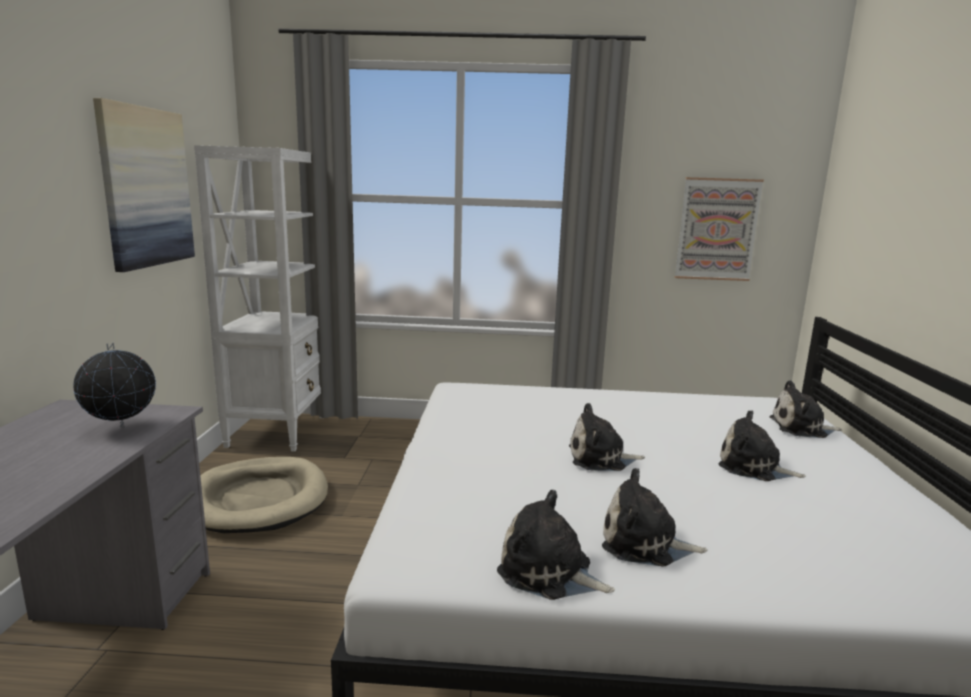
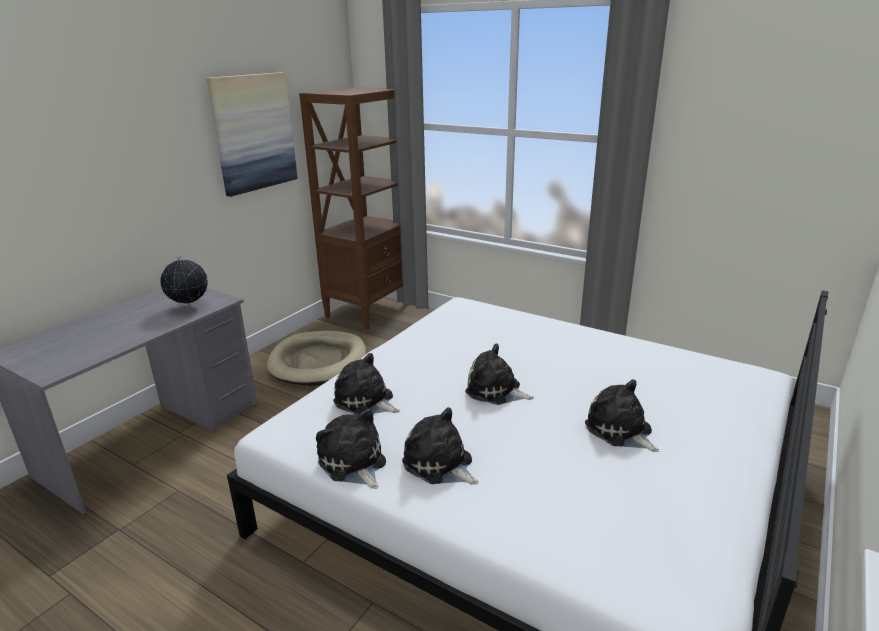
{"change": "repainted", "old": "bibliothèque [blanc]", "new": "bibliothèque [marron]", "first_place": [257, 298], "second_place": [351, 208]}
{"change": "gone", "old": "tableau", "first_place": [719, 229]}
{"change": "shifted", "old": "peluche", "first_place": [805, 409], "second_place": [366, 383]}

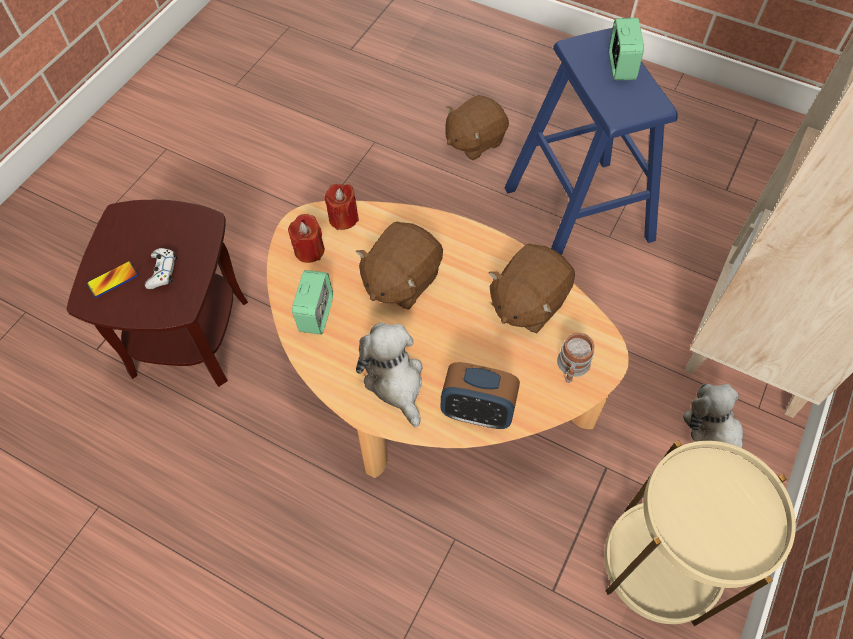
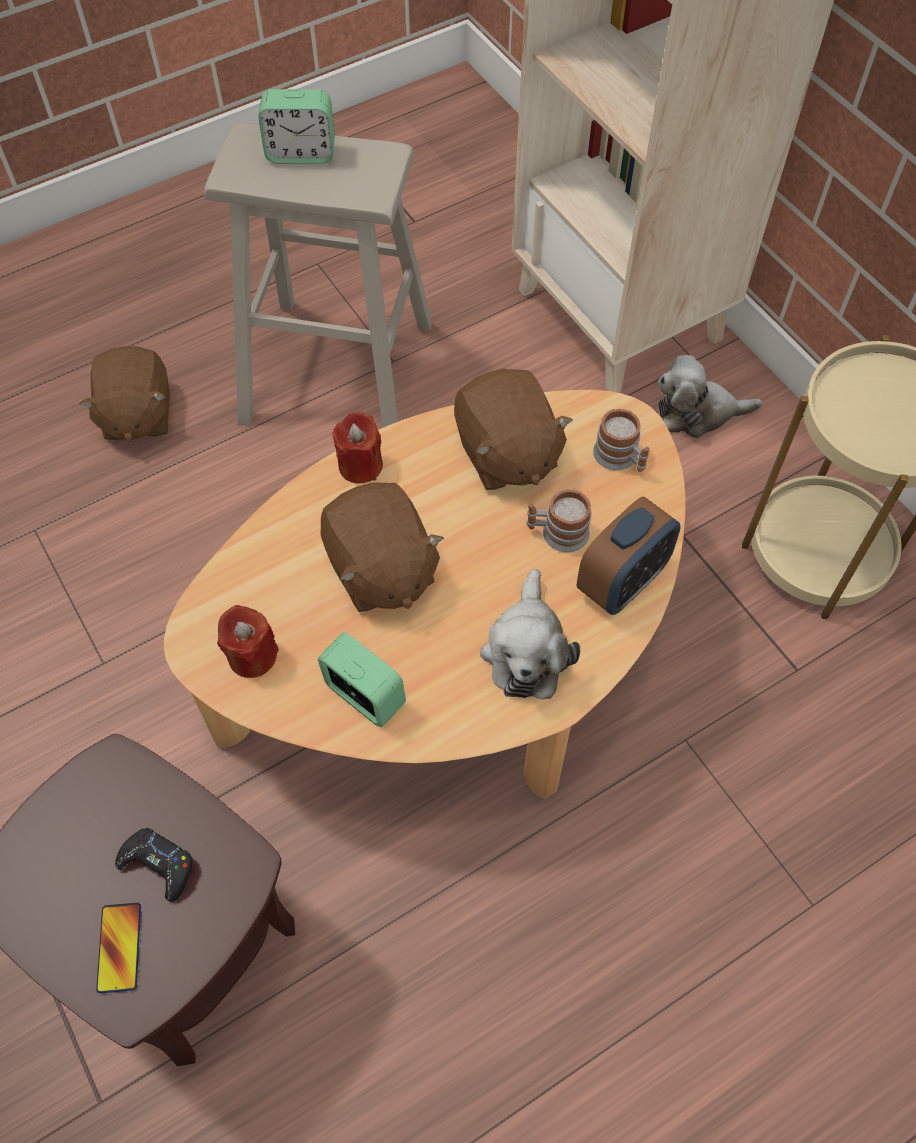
{"change": "repainted", "old": "manette [blanc]", "new": "manette [noir]", "first_place": [161, 268], "second_place": [154, 865]}
{"change": "shifted", "old": "bougie [rouge]", "first_place": [341, 207], "second_place": [357, 448]}
{"change": "rotated", "old": "peluche", "first_place": [389, 375], "second_place": [530, 634], "degrees": -90}
{"change": "repainted", "old": "tabouret [bleu]", "new": "tabouret [beige]", "first_place": [591, 141], "second_place": [318, 275]}
{"change": "rotated", "old": "réveil", "first_place": [626, 49], "second_place": [296, 126], "degrees": 150}
{"change": "new", "new": "mug", "second_place": [559, 521]}

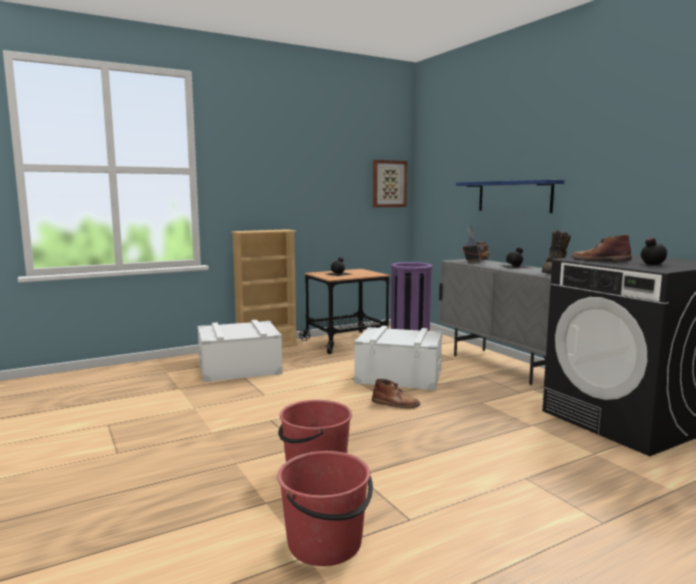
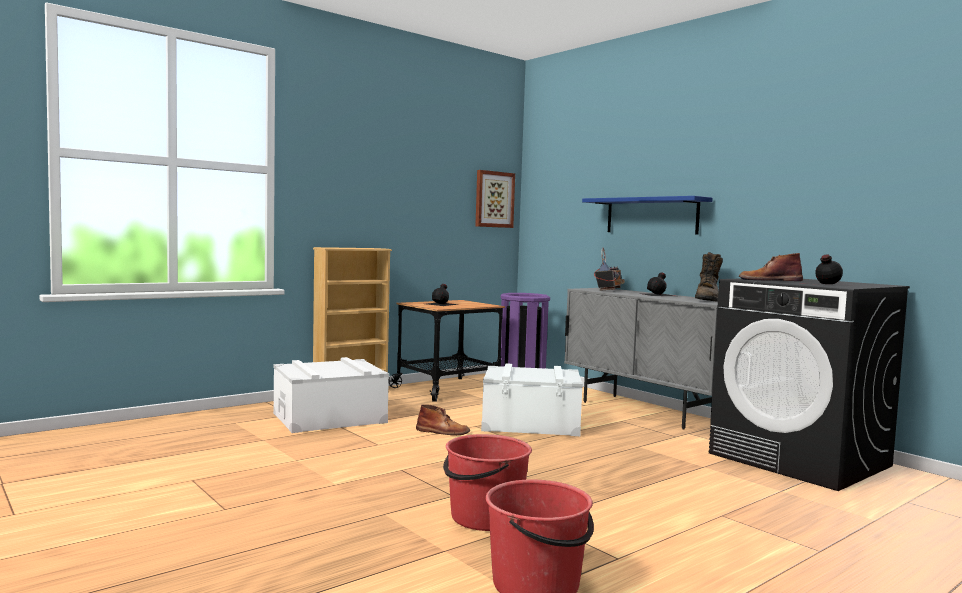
{"change": "shifted", "old": "botte [marron]", "first_place": [396, 394], "second_place": [443, 419]}

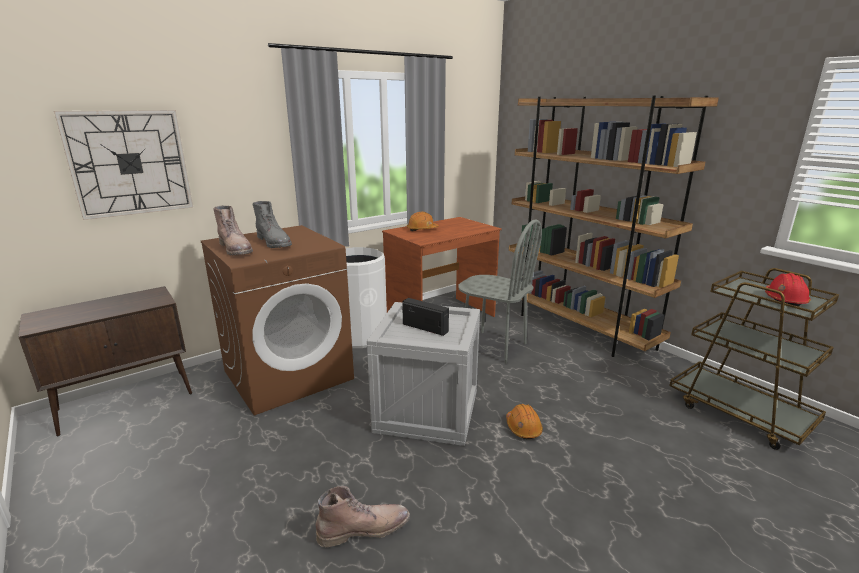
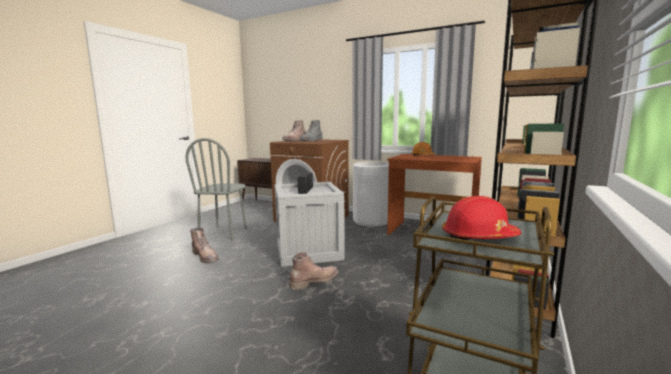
{"change": "gone", "old": "horloge murale", "first_place": [123, 165]}
{"change": "shifted", "old": "chaise [gris]", "first_place": [500, 291], "second_place": [216, 189]}
{"change": "swapped", "old": "casque de chantier [orange]", "new": "botte [marron]", "first_place": [524, 421], "second_place": [314, 271]}

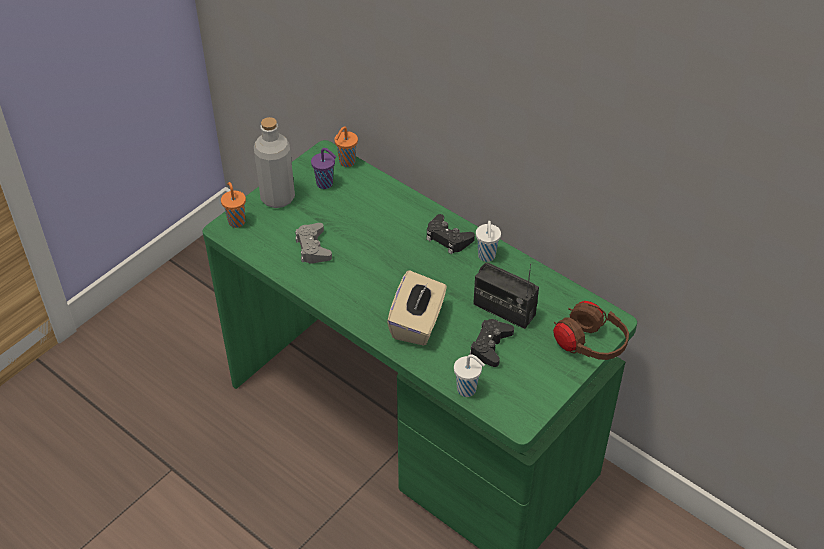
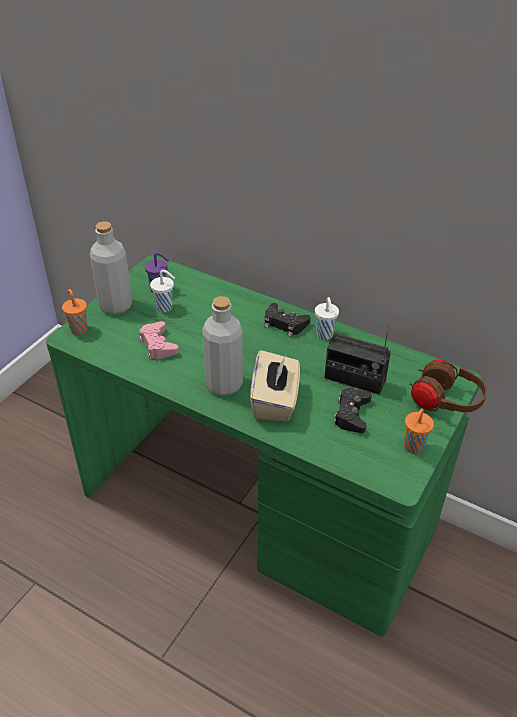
{"change": "repainted", "old": "manette [gris]", "new": "manette [rose]", "first_place": [313, 243], "second_place": [159, 340]}
{"change": "shifted", "old": "tasse [orange]", "first_place": [346, 146], "second_place": [419, 431]}
{"change": "shifted", "old": "tasse [blanc]", "first_place": [469, 375], "second_place": [162, 291]}
{"change": "new", "new": "bouteille [gris]", "second_place": [222, 345]}

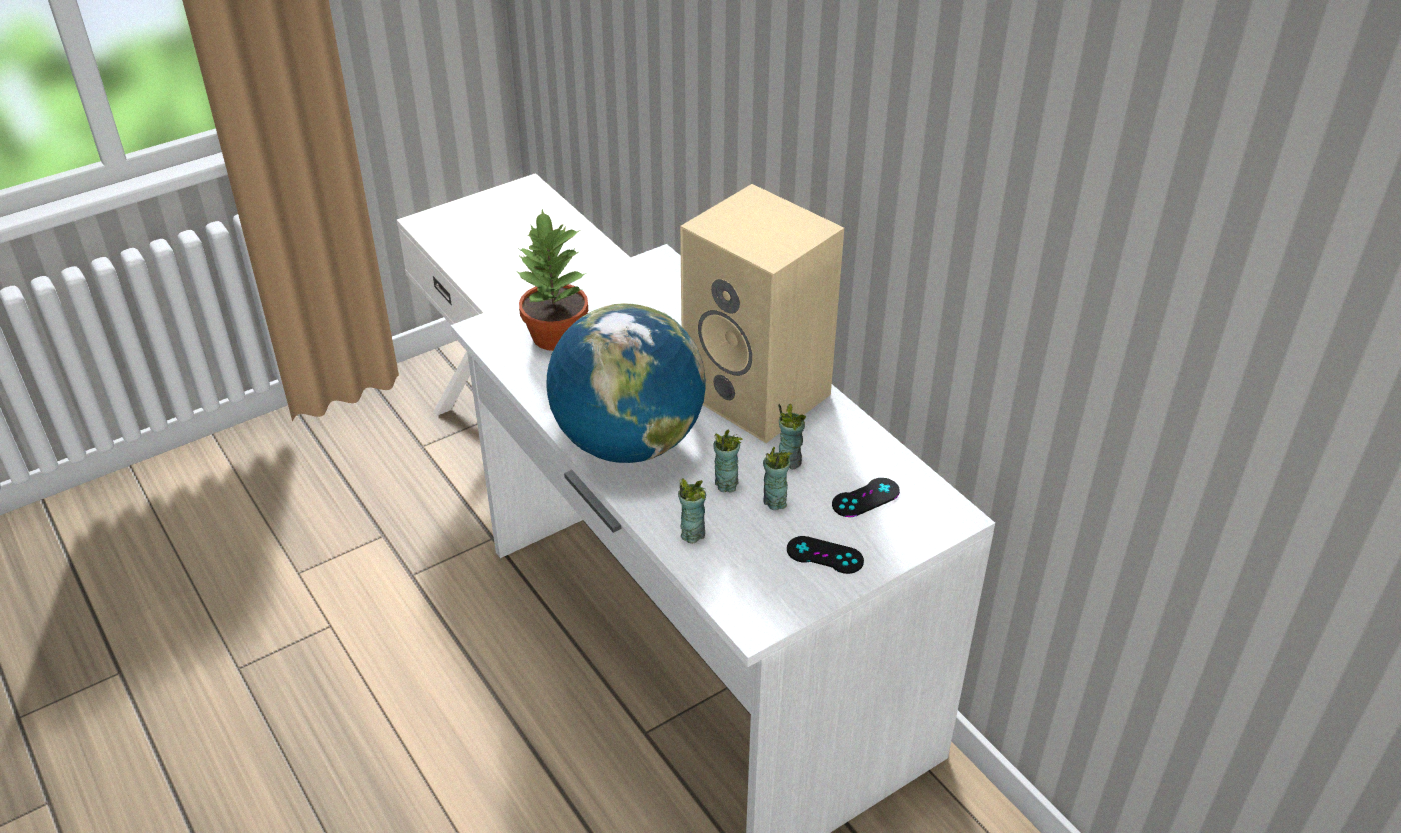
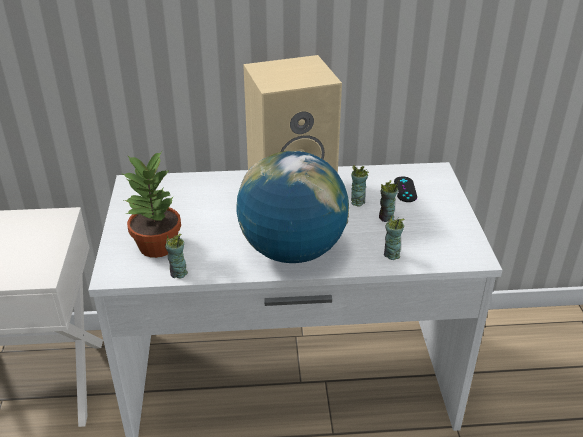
{"change": "shifted", "old": "tasse", "first_place": [727, 461], "second_place": [176, 256]}
{"change": "gone", "old": "manette [noir]", "first_place": [825, 555]}

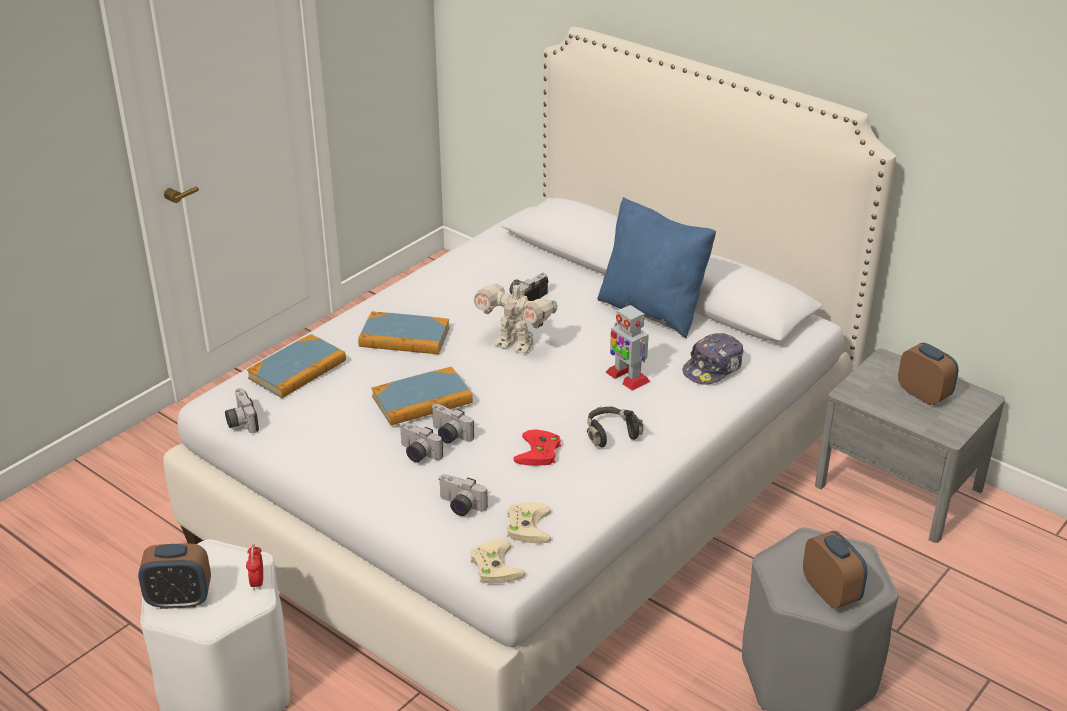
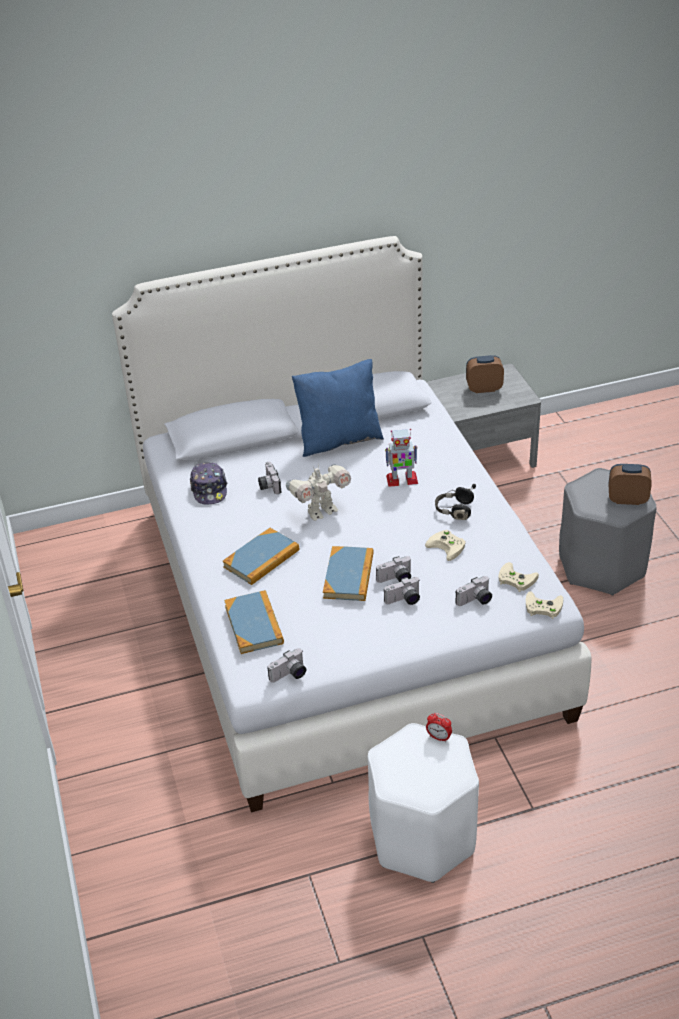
{"change": "gone", "old": "réveil", "first_place": [174, 576]}
{"change": "rotated", "old": "appareil photo", "first_place": [242, 410], "second_place": [286, 665], "degrees": -45}
{"change": "repainted", "old": "manette [rouge]", "new": "manette [beige]", "first_place": [537, 447], "second_place": [445, 545]}
{"change": "shifted", "old": "casquette", "first_place": [713, 359], "second_place": [208, 484]}

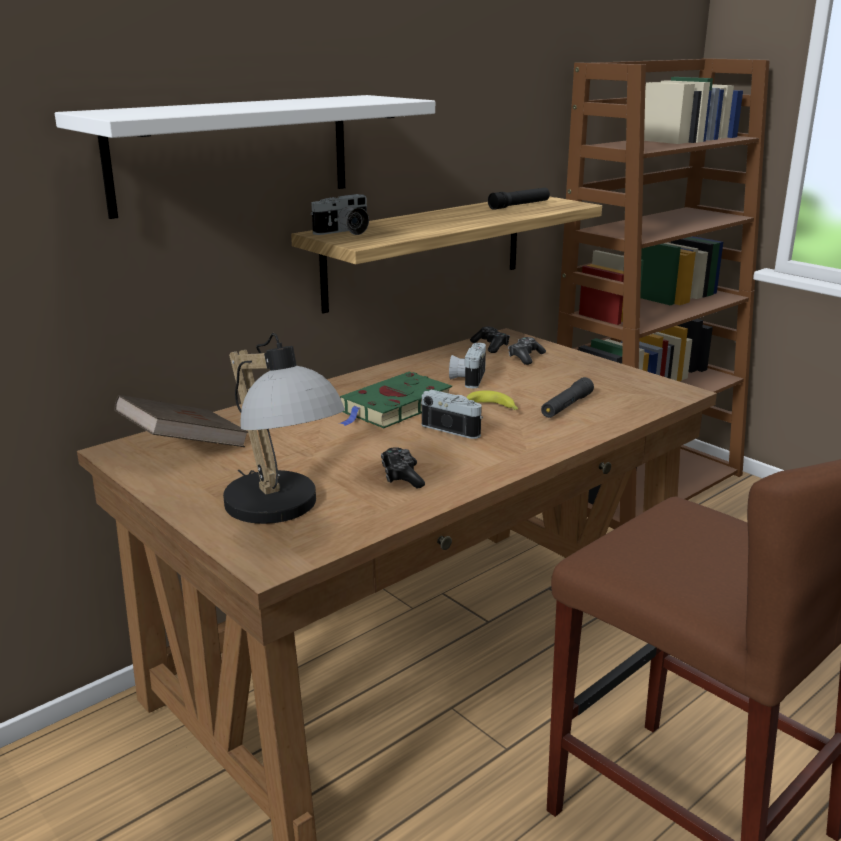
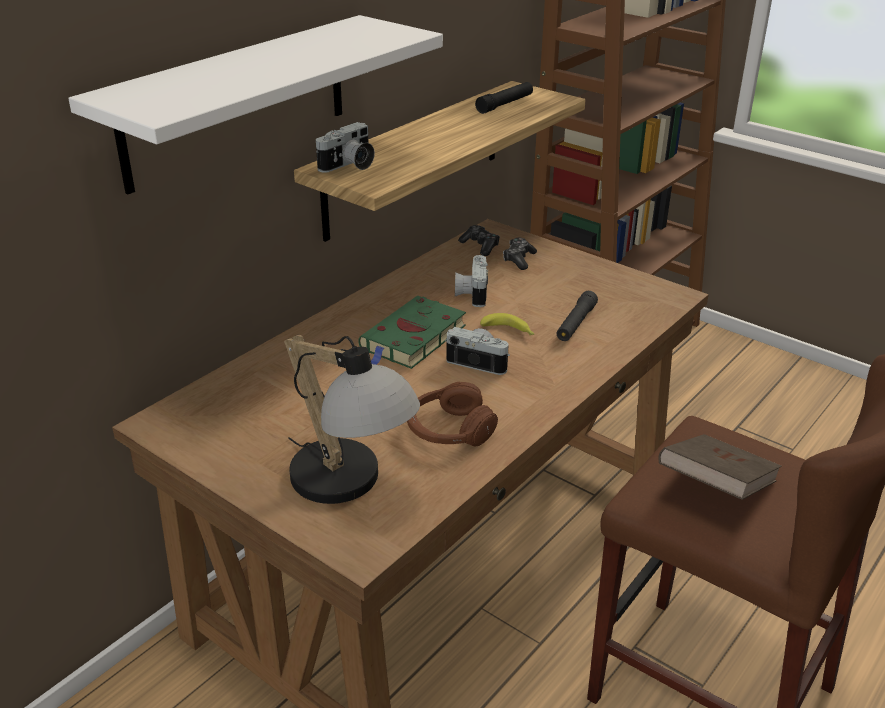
{"change": "shifted", "old": "livre [marron]", "first_place": [181, 421], "second_place": [720, 467]}
{"change": "swapped", "old": "manette", "new": "casque audio [marron]", "first_place": [403, 468], "second_place": [452, 414]}

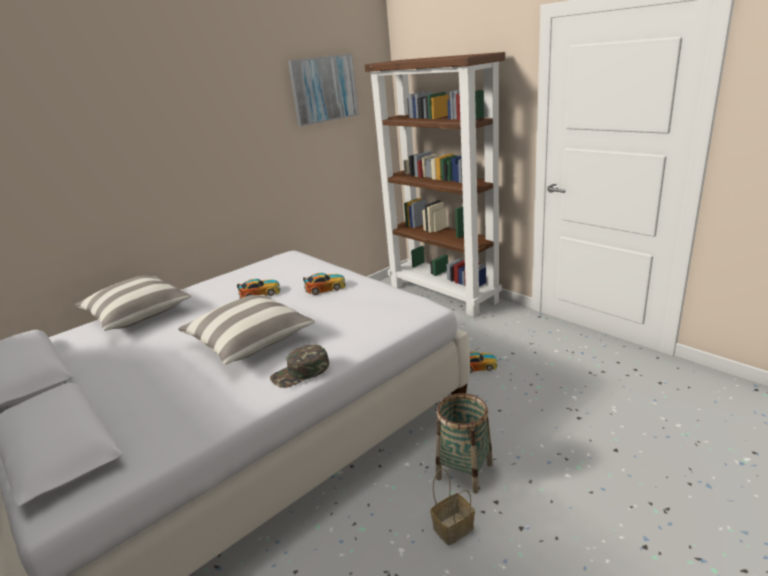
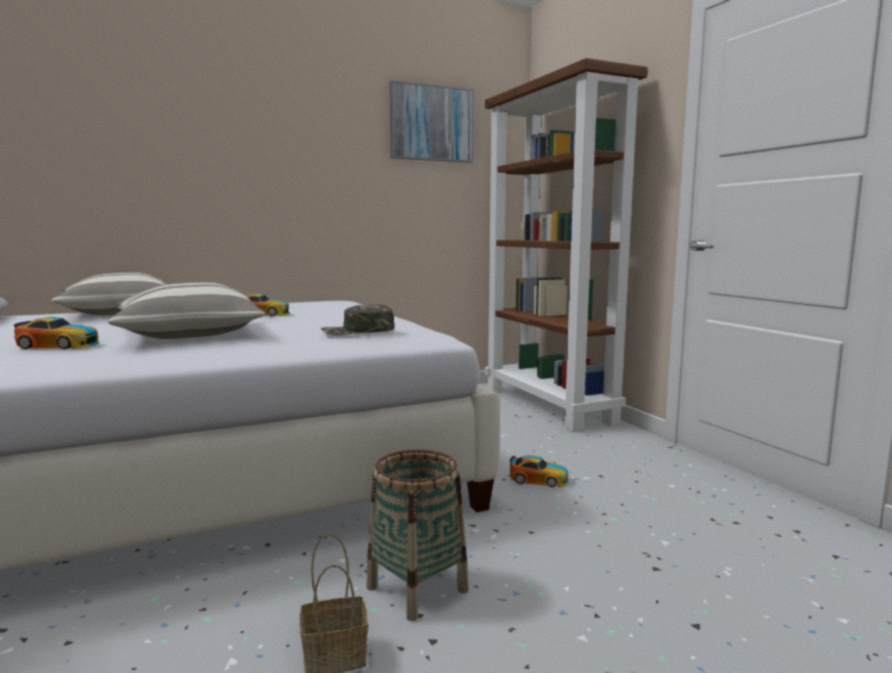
{"change": "shifted", "old": "casquette [vert]", "first_place": [299, 366], "second_place": [358, 319]}
{"change": "shifted", "old": "petite voiture", "first_place": [324, 284], "second_place": [56, 333]}

